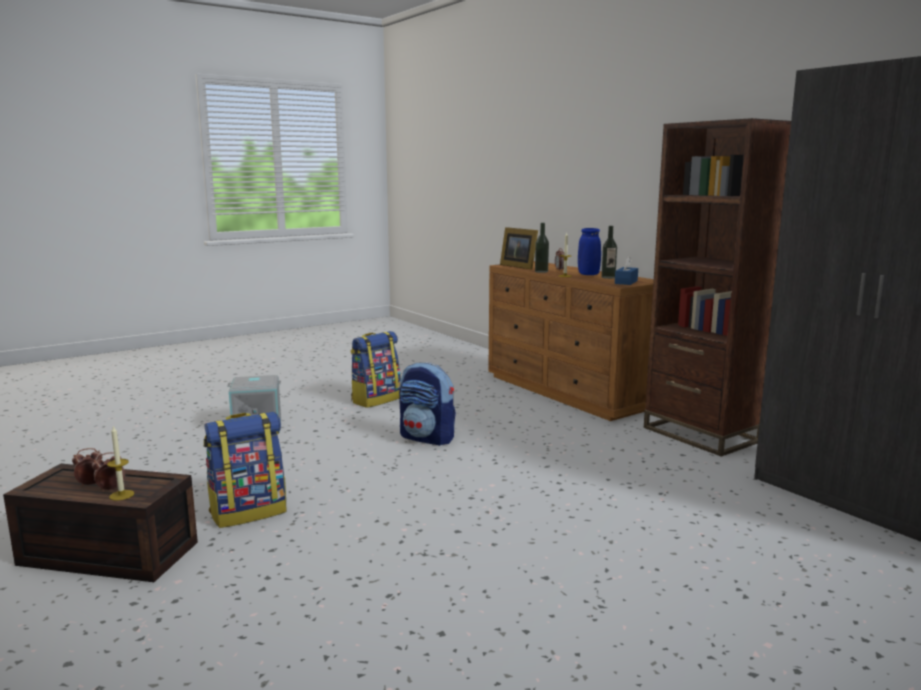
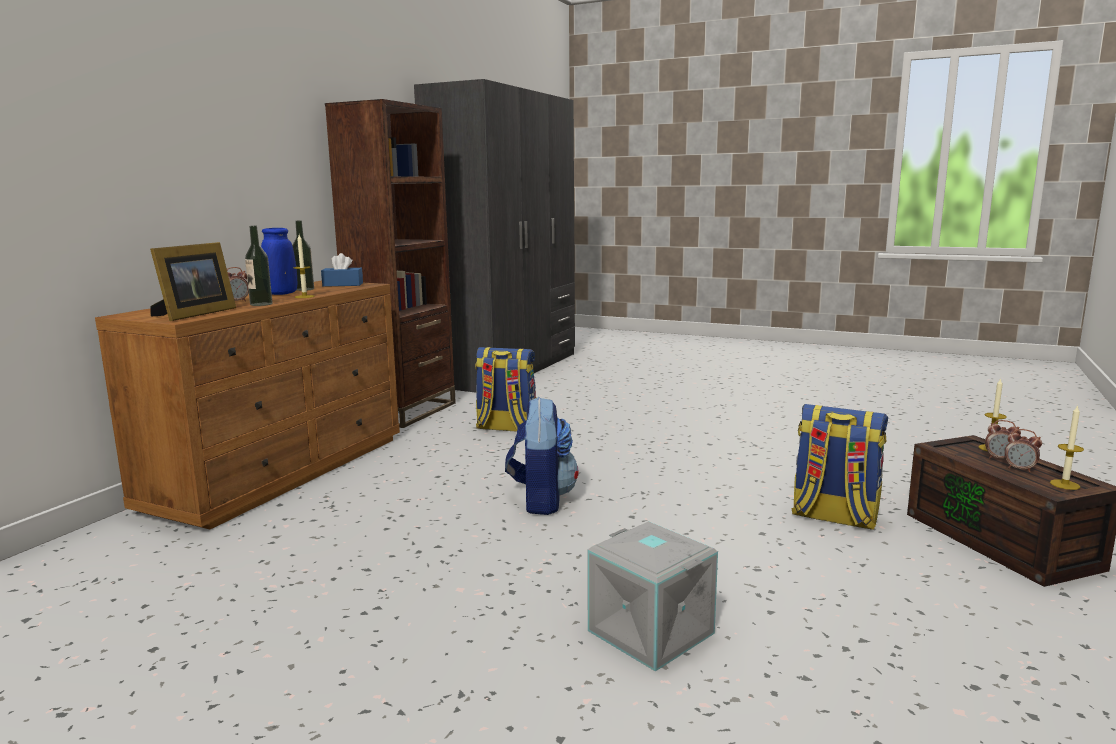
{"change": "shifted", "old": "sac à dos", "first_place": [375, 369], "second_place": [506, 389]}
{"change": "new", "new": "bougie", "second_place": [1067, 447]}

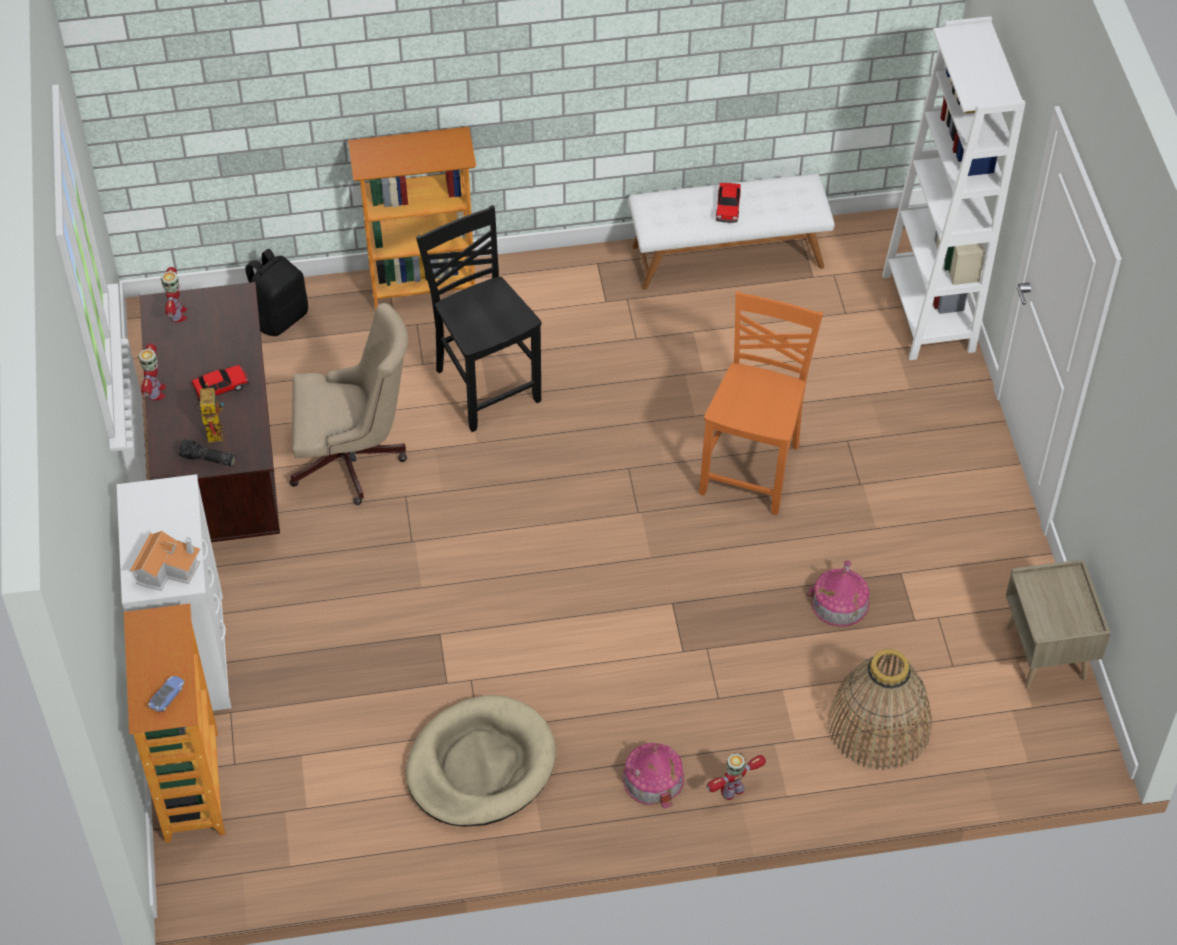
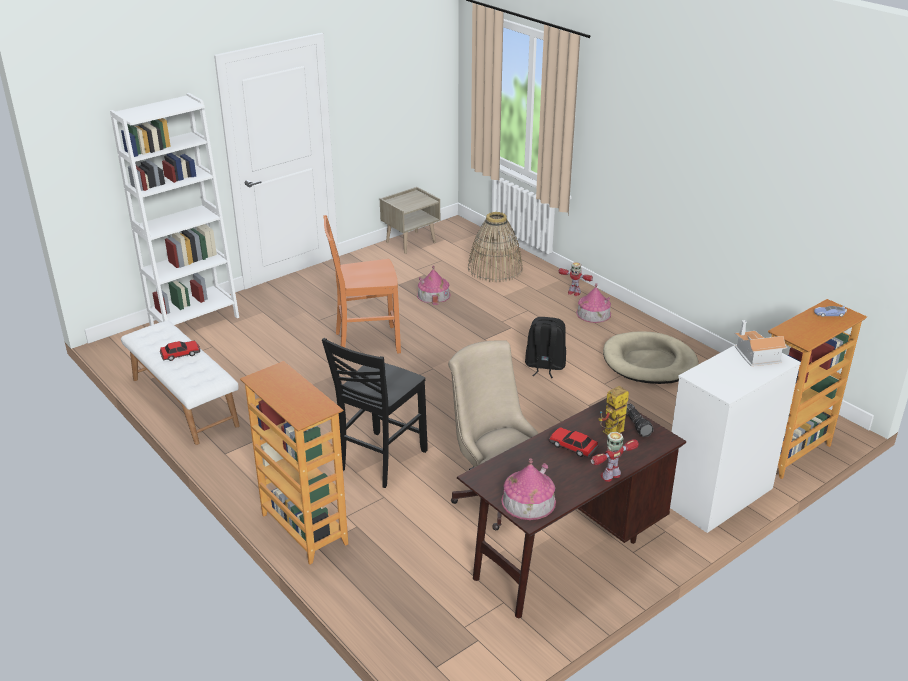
{"change": "swapped", "old": "robot jouet", "new": "maison miniature", "first_place": [174, 294], "second_place": [528, 489]}
{"change": "shifted", "old": "sac à dos [noir]", "first_place": [276, 292], "second_place": [545, 347]}

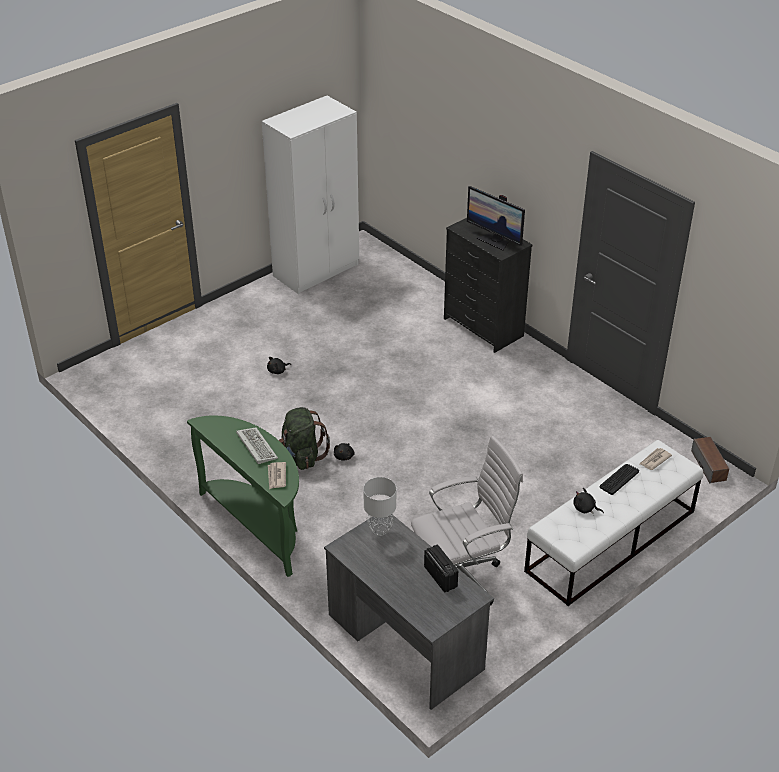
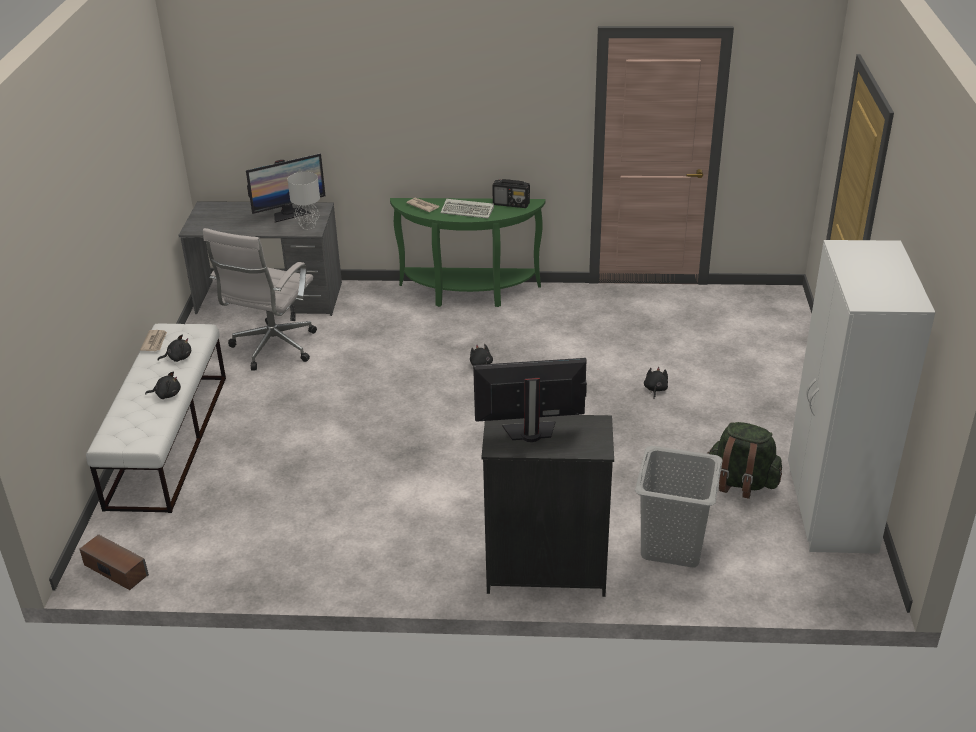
{"change": "shifted", "old": "sac à dos [vert]", "first_place": [304, 438], "second_place": [744, 460]}
{"change": "shifted", "old": "radio", "first_place": [441, 568], "second_place": [511, 193]}
{"change": "swapped", "old": "clavier", "new": "peluche [noir]", "first_place": [619, 479], "second_place": [163, 385]}
{"change": "shifted", "old": "journal", "first_place": [656, 459], "second_place": [153, 340]}
{"change": "new", "new": "écran d'ordinateur", "second_place": [286, 187]}
{"change": "new", "new": "panier à linge [gris]", "second_place": [679, 507]}

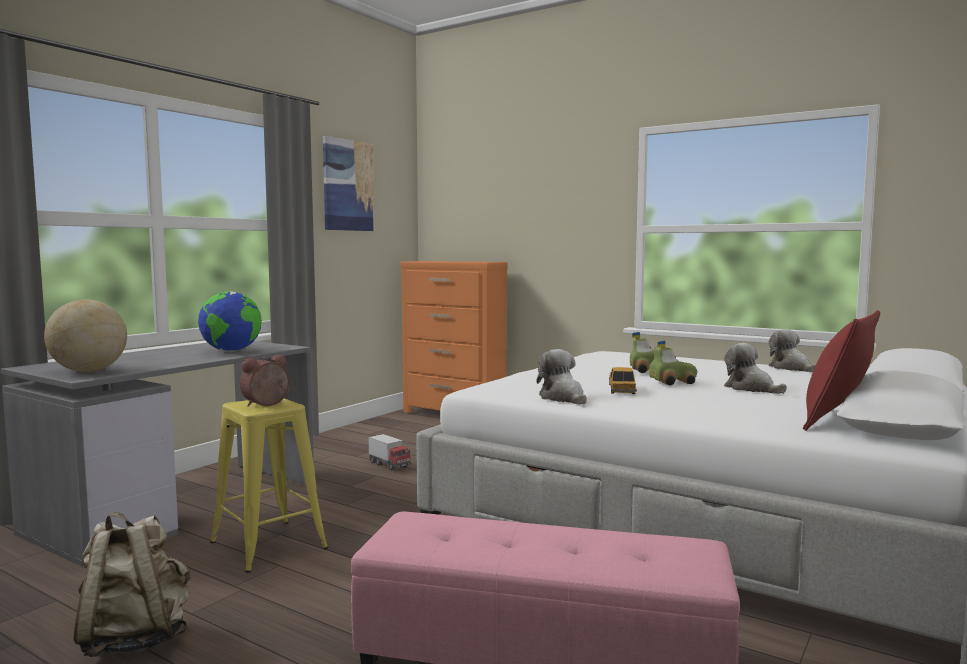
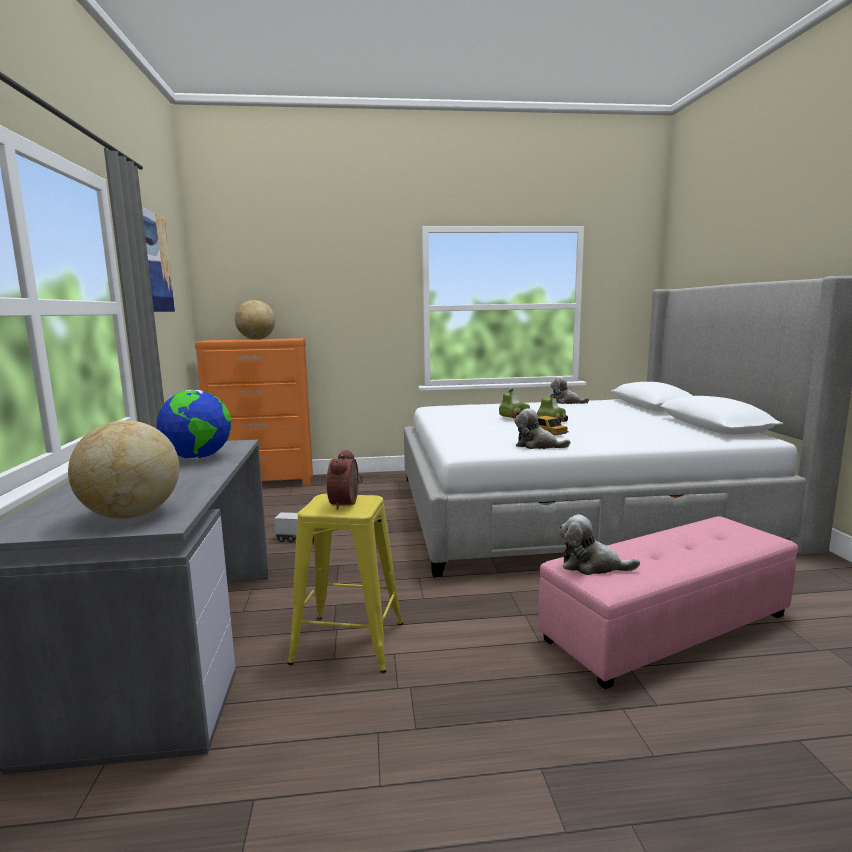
{"change": "gone", "old": "sac à dos [beige]", "first_place": [132, 584]}
{"change": "shifted", "old": "peluche", "first_place": [755, 368], "second_place": [599, 545]}
{"change": "gone", "old": "coussin [rouge]", "first_place": [841, 370]}
{"change": "new", "new": "globe", "second_place": [255, 320]}

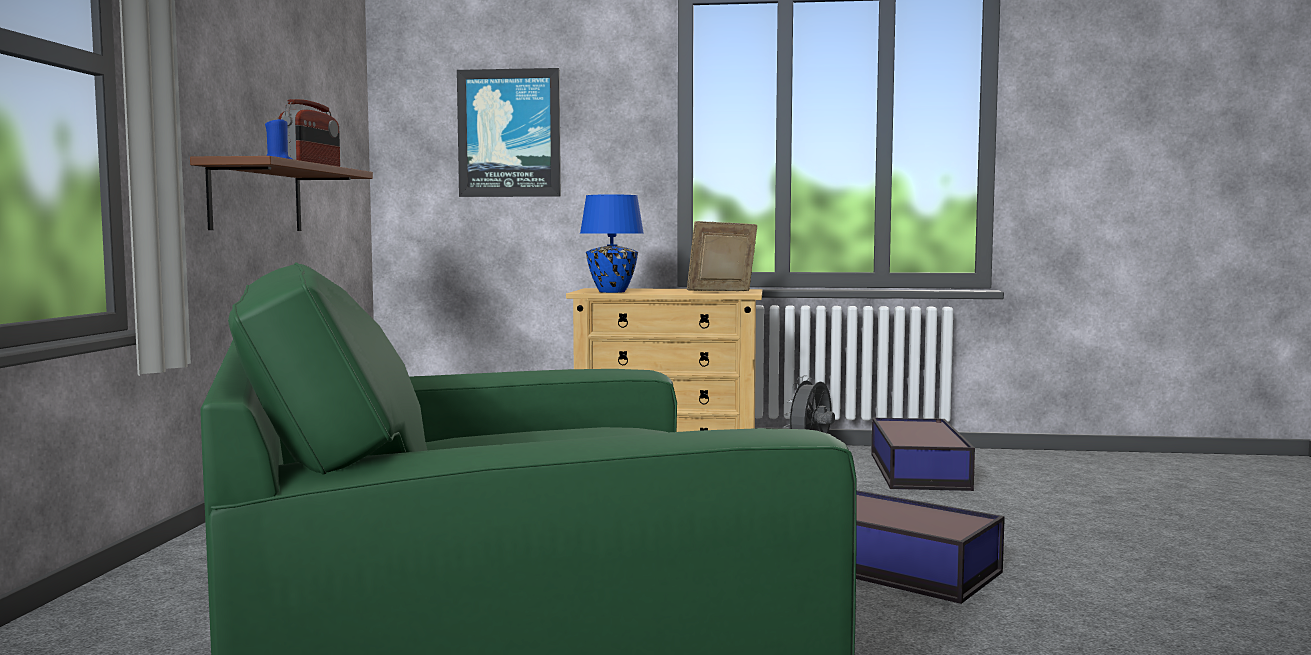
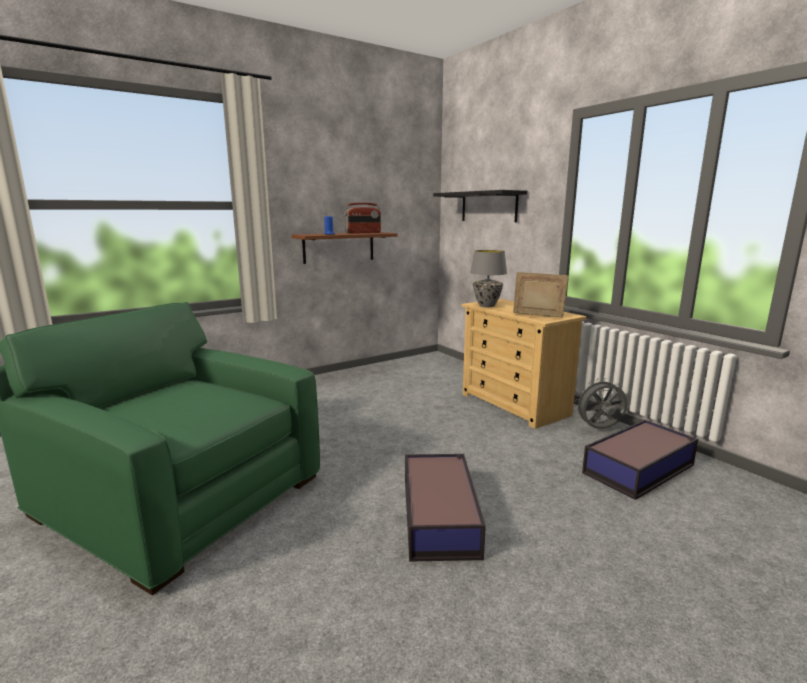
{"change": "swapped", "old": "tableau", "new": "étagère [noir]", "first_place": [509, 132], "second_place": [480, 206]}
{"change": "repainted", "old": "lampe de table [bleu]", "new": "lampe de table [gris]", "first_place": [612, 243], "second_place": [488, 278]}

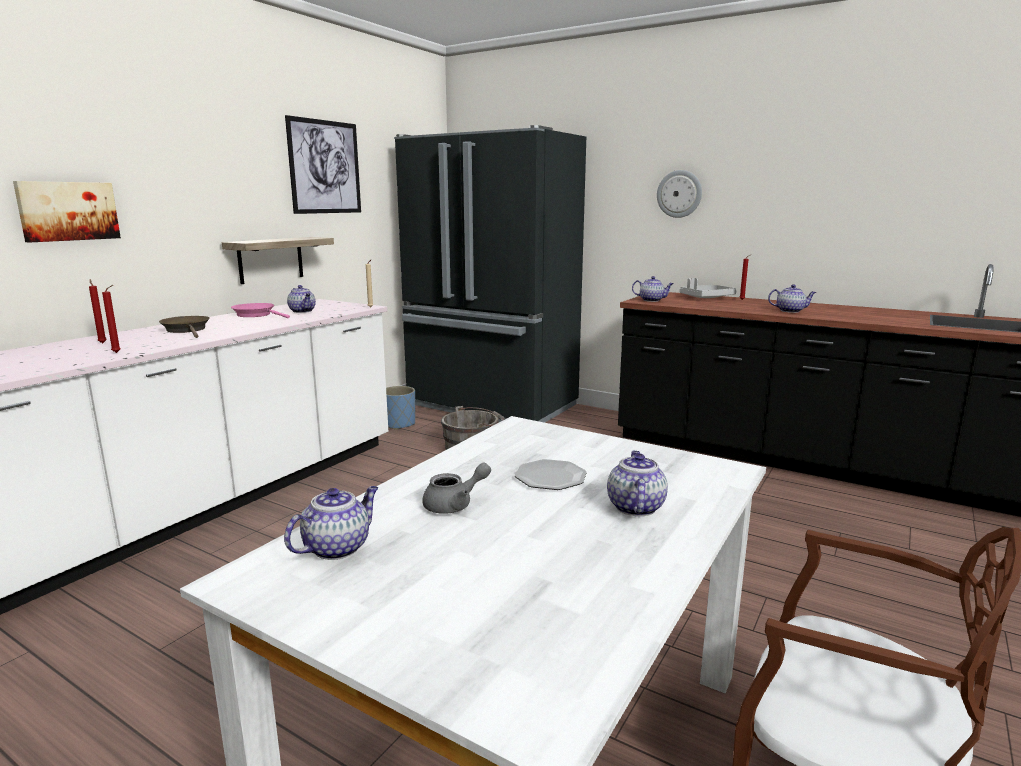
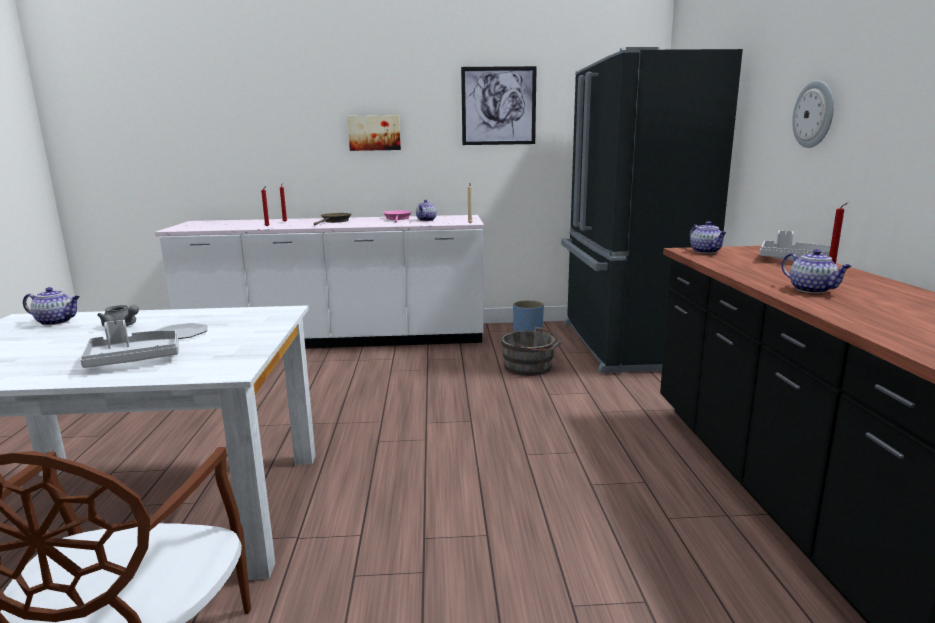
{"change": "shifted", "old": "tableau", "first_place": [67, 212], "second_place": [374, 133]}
{"change": "gone", "old": "étagère", "first_place": [278, 260]}
{"change": "swapped", "old": "théière", "new": "plateau [gris]", "first_place": [637, 483], "second_place": [129, 344]}

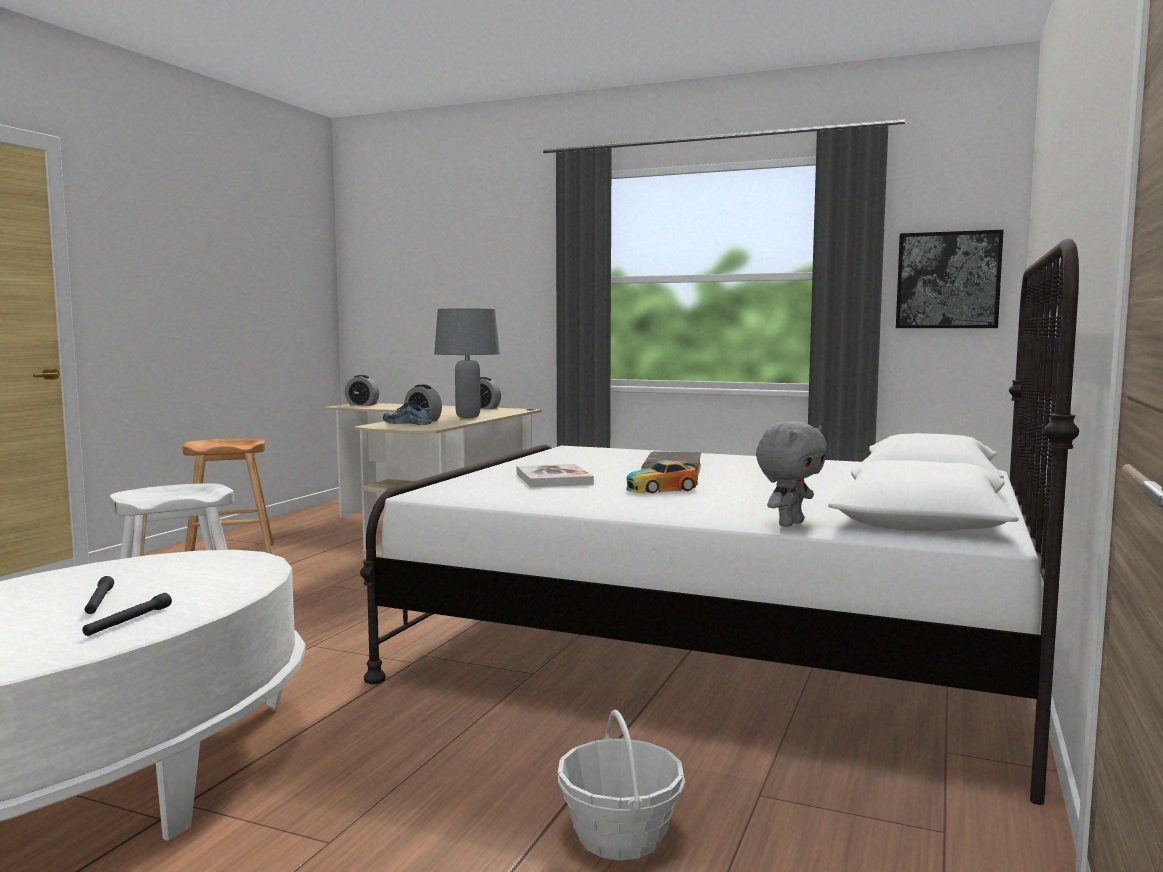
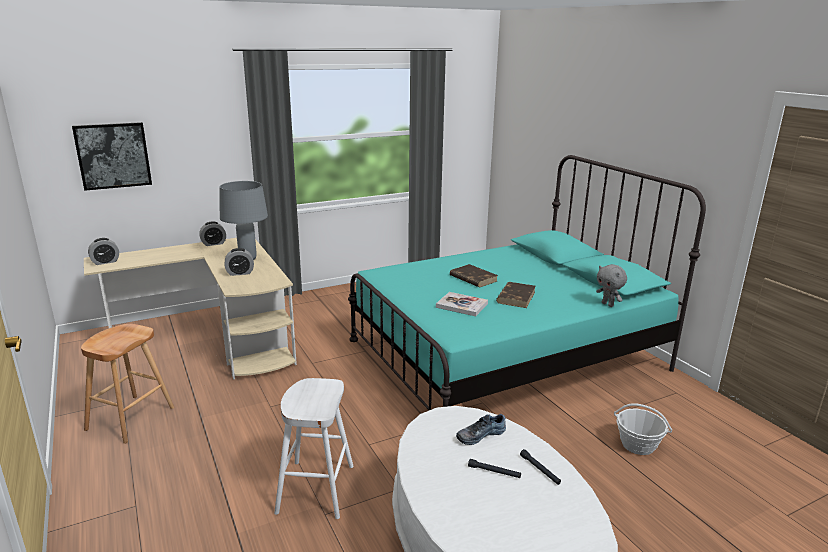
{"change": "repainted", "old": "lit [blanc]", "new": "lit [turquoise]", "first_place": [719, 522], "second_place": [527, 282]}
{"change": "shifted", "old": "chaussure", "first_place": [407, 413], "second_place": [481, 429]}
{"change": "swapped", "old": "petite voiture", "new": "livre [marron]", "first_place": [662, 476], "second_place": [516, 295]}
{"change": "rotated", "old": "peluche [gris]", "first_place": [792, 474], "second_place": [611, 285], "degrees": 150}
{"change": "shifted", "old": "tableau", "first_place": [950, 279], "second_place": [112, 156]}

